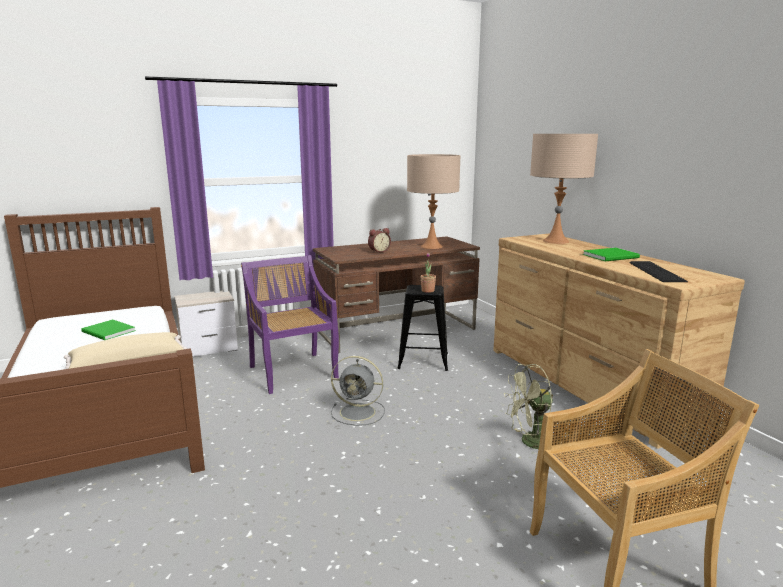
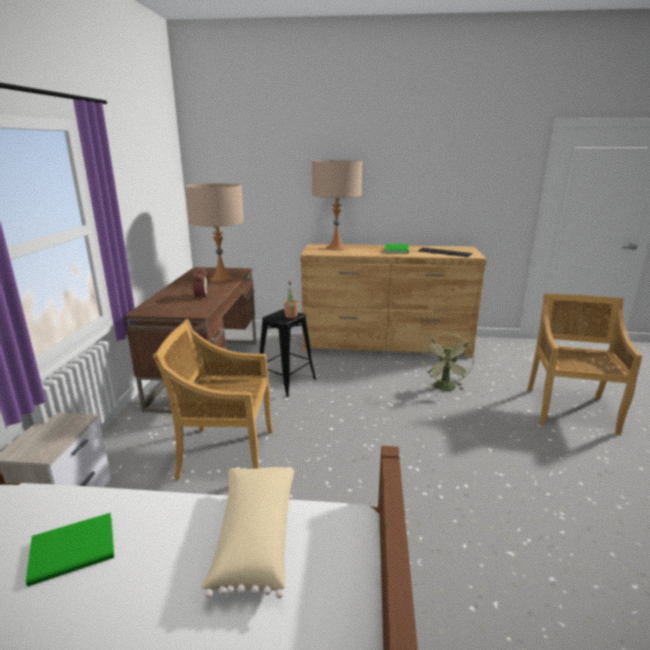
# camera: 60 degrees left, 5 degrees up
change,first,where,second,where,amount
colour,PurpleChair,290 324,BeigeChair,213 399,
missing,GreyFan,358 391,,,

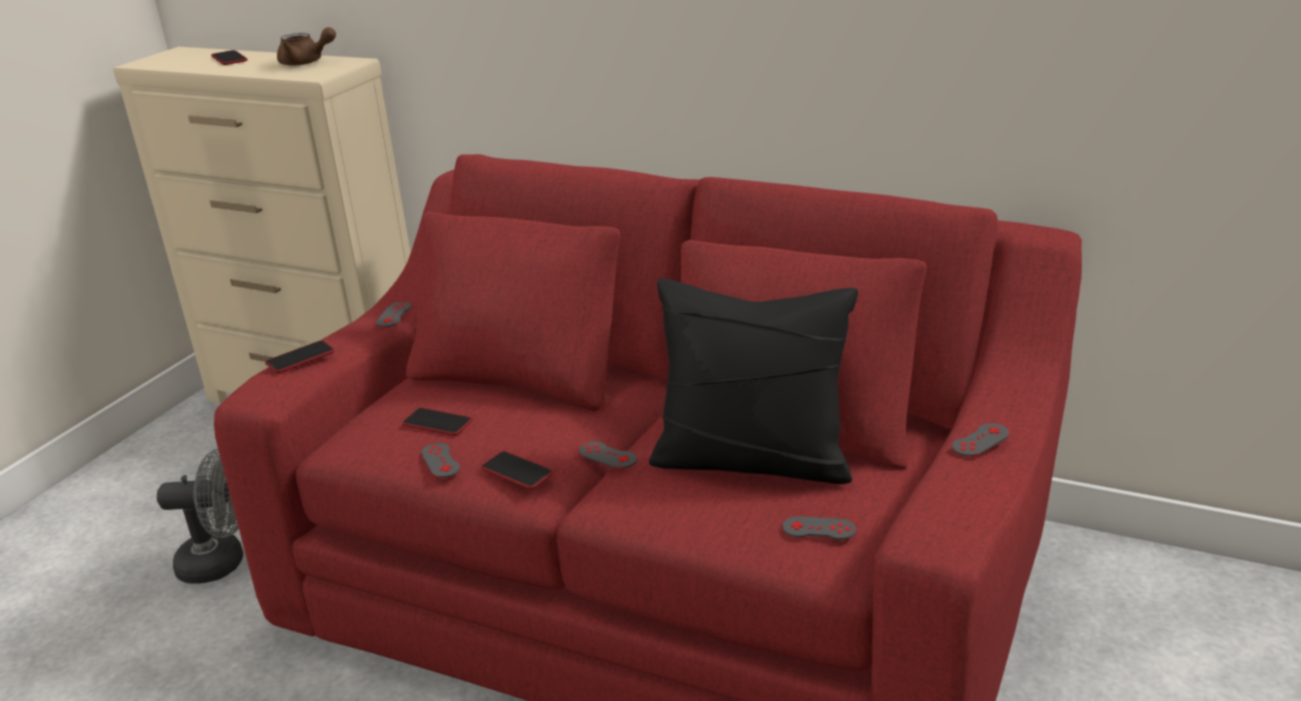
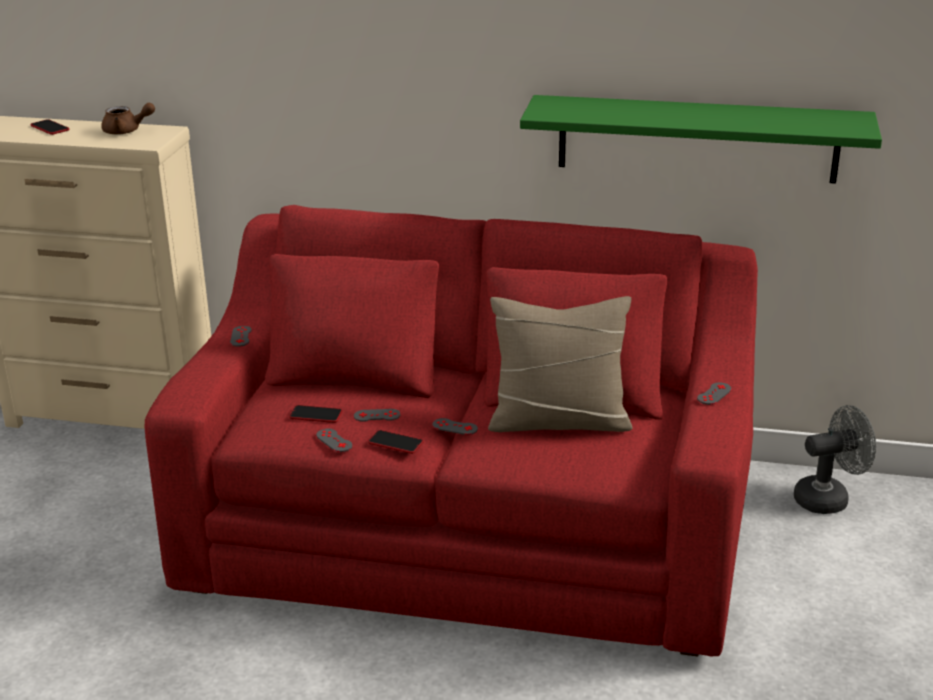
# camera: 15 degrees left, 0 degrees up
change,first,where,second,where,amount
relocated,GreyGameController,819 528,,377 415,
colour,BlackPillow,753 381,BeigePillow,560 364,
appeared,,,GreenShelf,701 139,
relocated,GreyFan,200 516,,835 459,
missing,Phone,300 357,,,

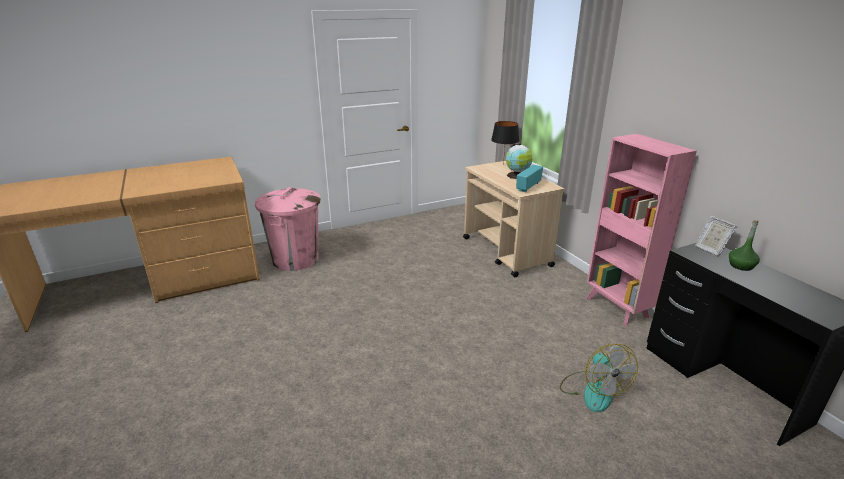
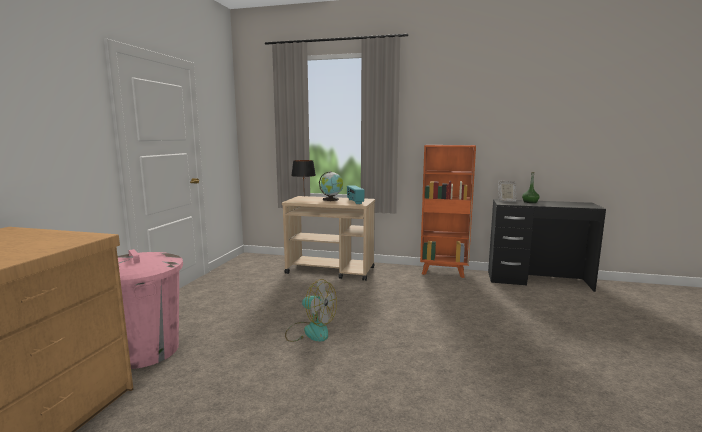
# camera: 50 degrees left, 15 degrees down
change,first,where,second,where,amount
relocated,Fan,599 378,,311 310,
colour,PinkBookcase,641 230,OrangeBookcase,448 211,

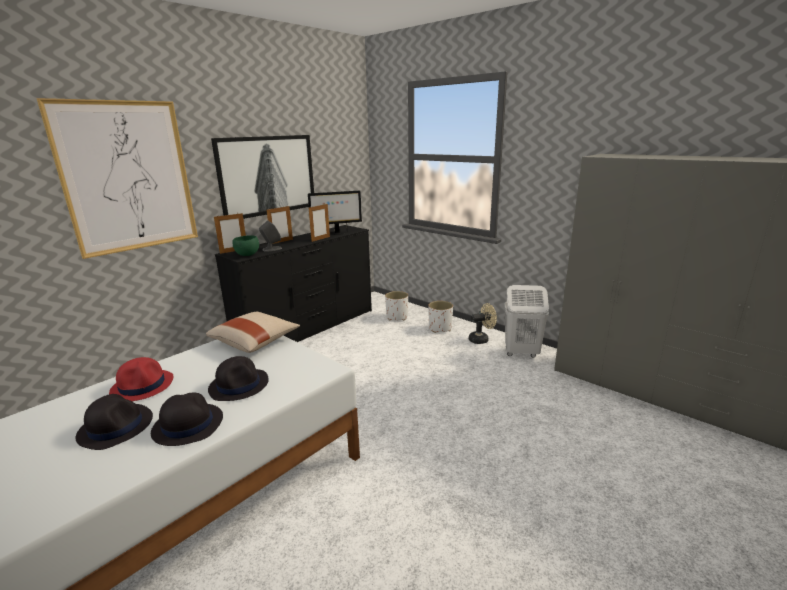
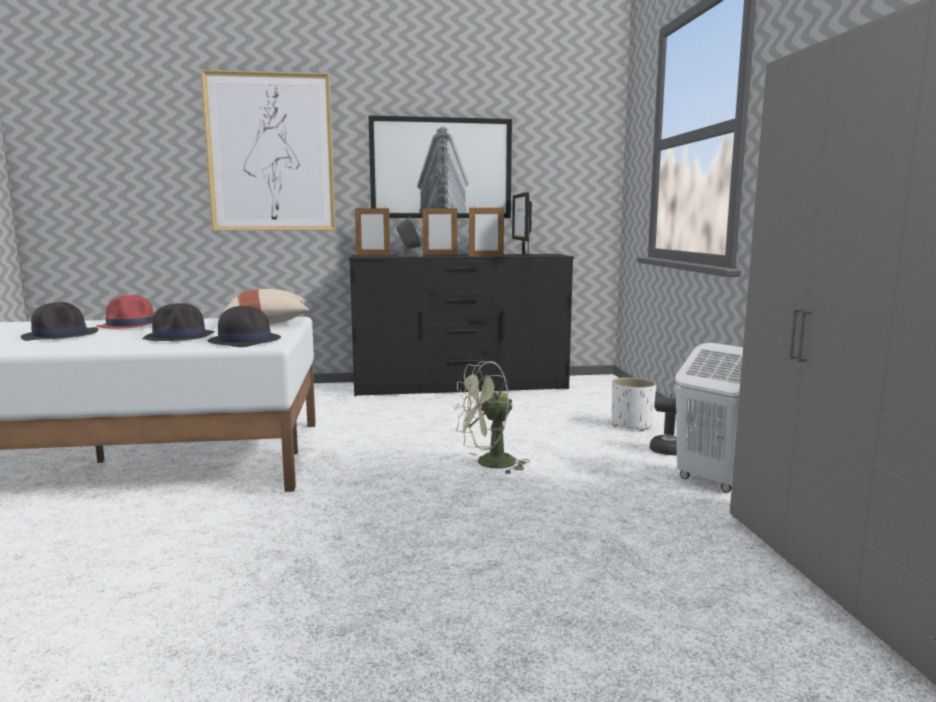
# camera: 40 degrees right, 10 degrees down
change,first,where,second,where,amount
relocated,BlackHat,187 419,,244 326,
appeared,,,GreenFan,491 418,
spun,Monitor,335 213,,522 224,60 degrees clockwise
missing,GreenBowl,245 245,,,
missing,WhitePlanter,396 306,,,

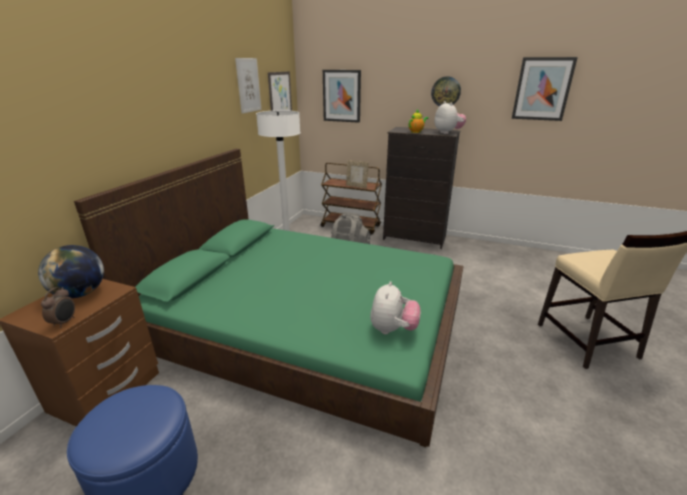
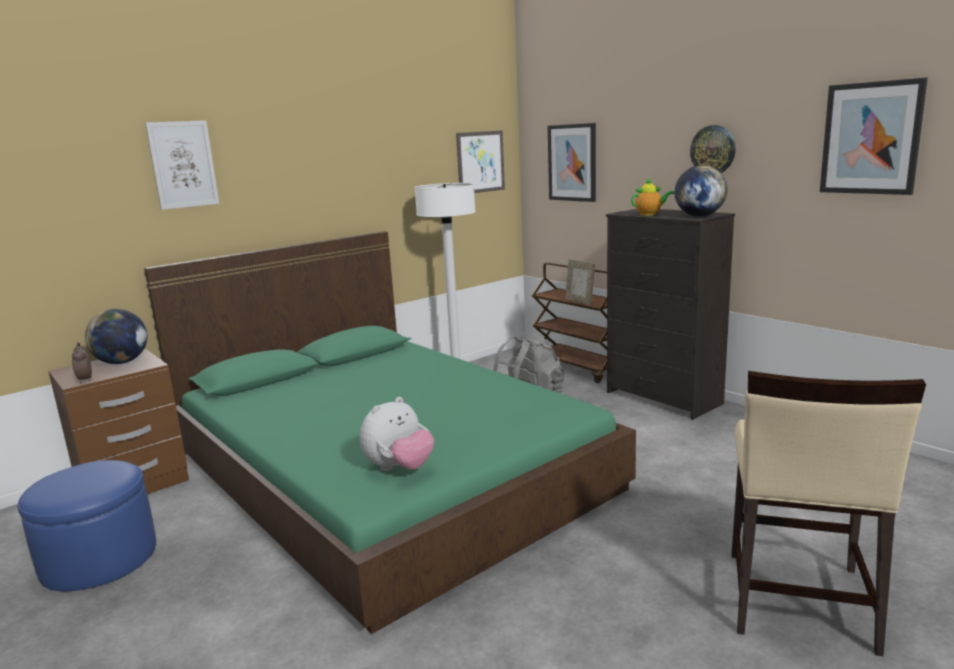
# camera: 30 degrees right, 10 degrees down
change,first,where,second,where,amount
spun,AlarmClock,58 307,,82 363,120 degrees clockwise
relocated,Picture,248 86,,182 165,
exchanged,PlushToy,450 117,Globe,701 190,

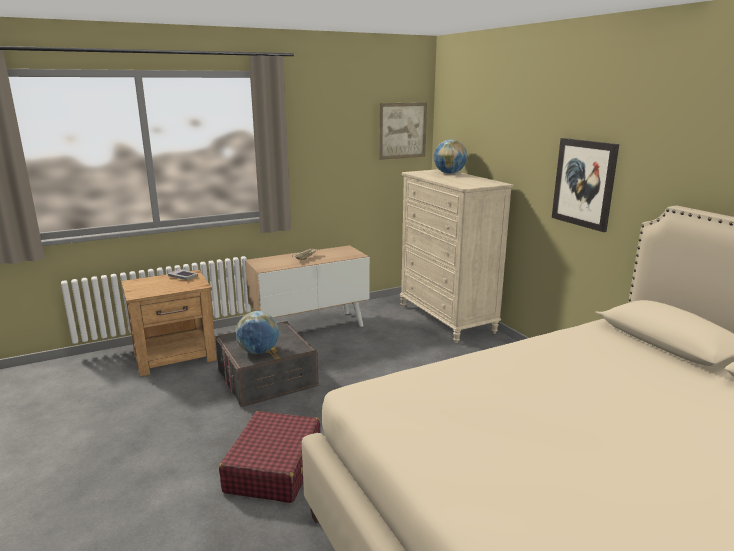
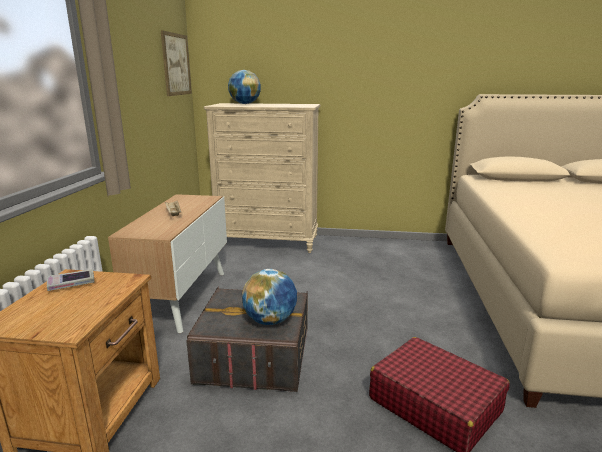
# camera: 55 degrees left, 0 degrees up
change,first,where,second,where,amount
missing,Picture,585 185,,,

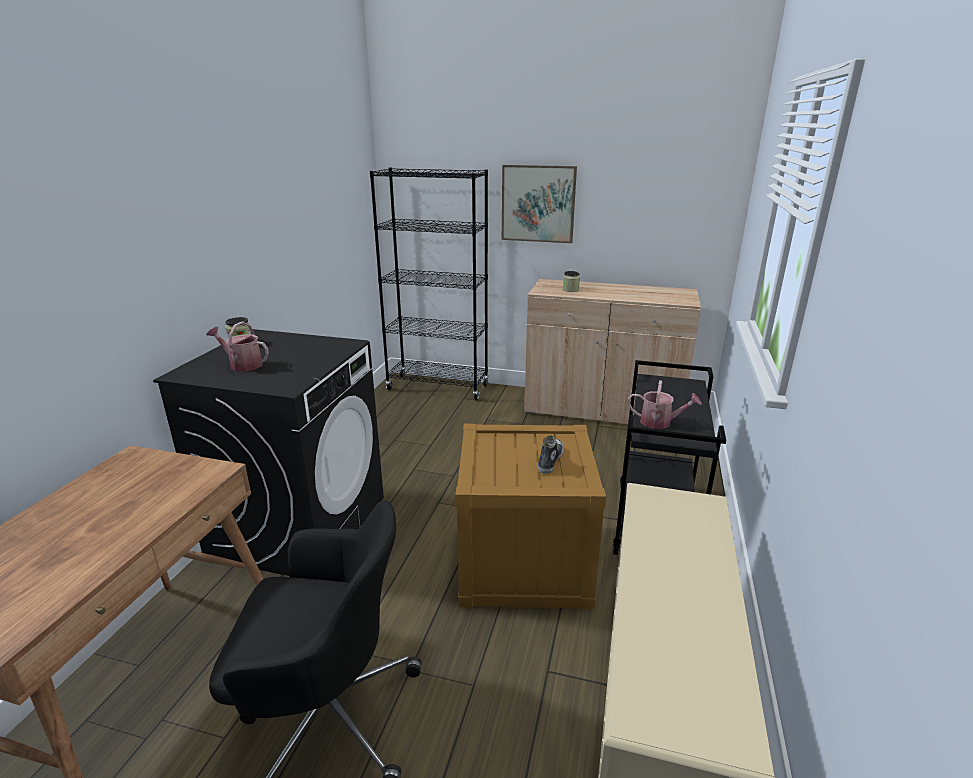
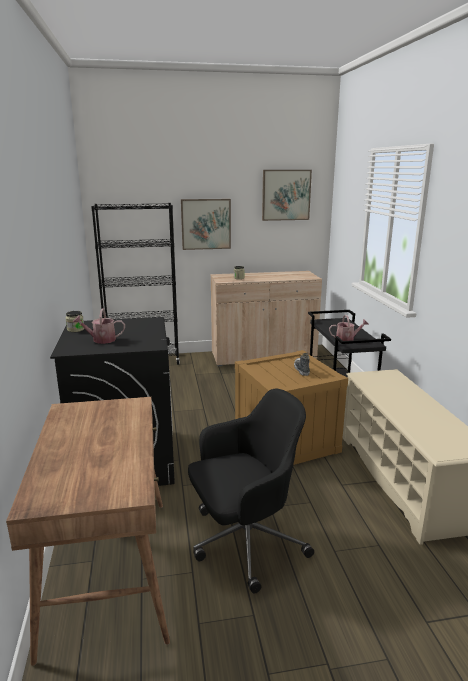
# camera: 25 degrees left, 5 degrees down
change,first,where,second,where,amount
appeared,,,Picture,287 195,

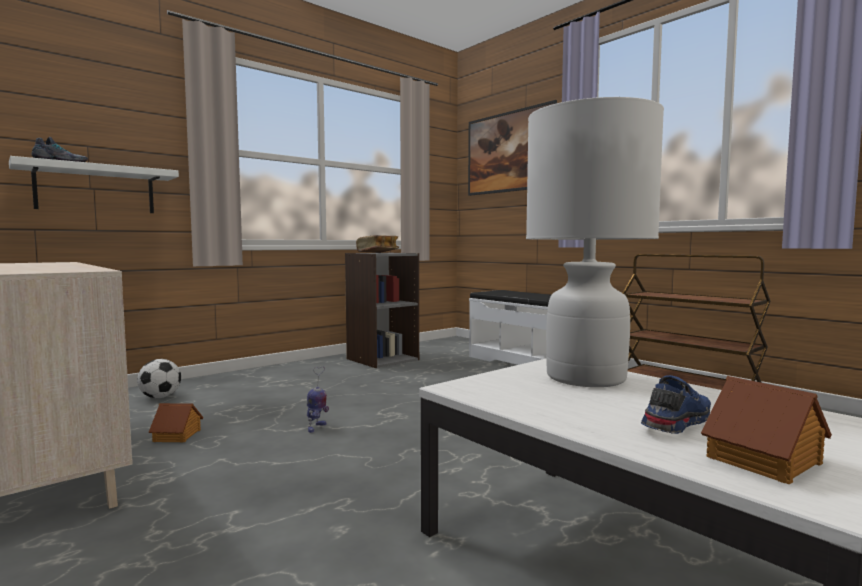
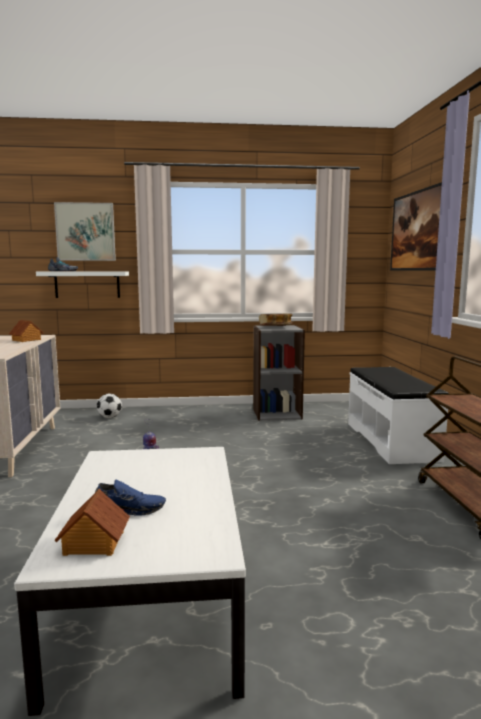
# camera: 35 degrees right, 5 degrees up
change,first,where,second,where,amount
relocated,ToyHouse,176 423,,26 331,
appeared,,,Picture,85 231,
missing,WhiteTableLamp,595 242,,,

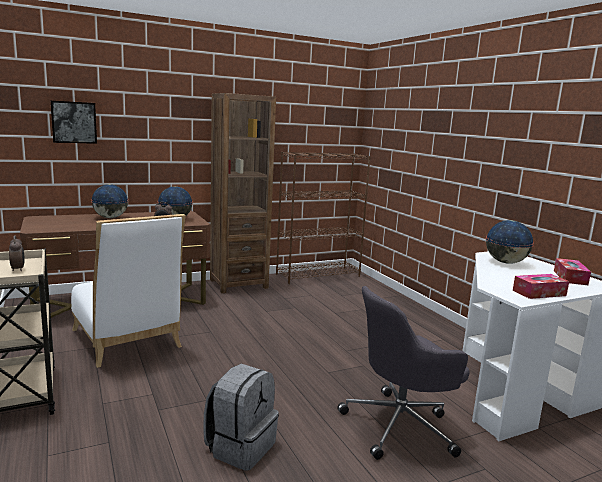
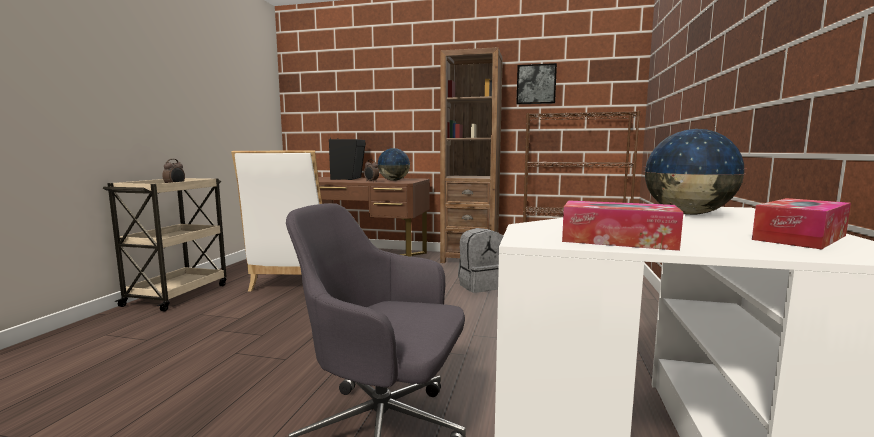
# camera: 40 degrees right, 5 degrees down
change,first,where,second,where,amount
exchanged,Globe,110 201,BlackSpeaker,347 159,
relocated,GreyBackpack,241 417,,480 260,
relocated,Picture,74 122,,536 83,

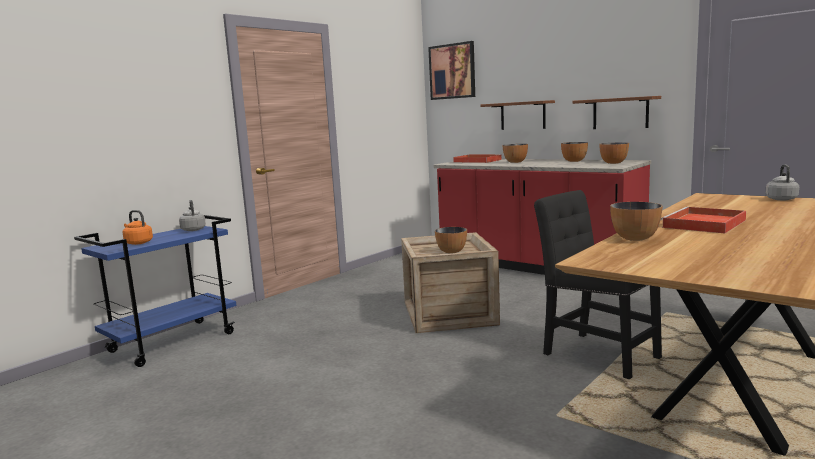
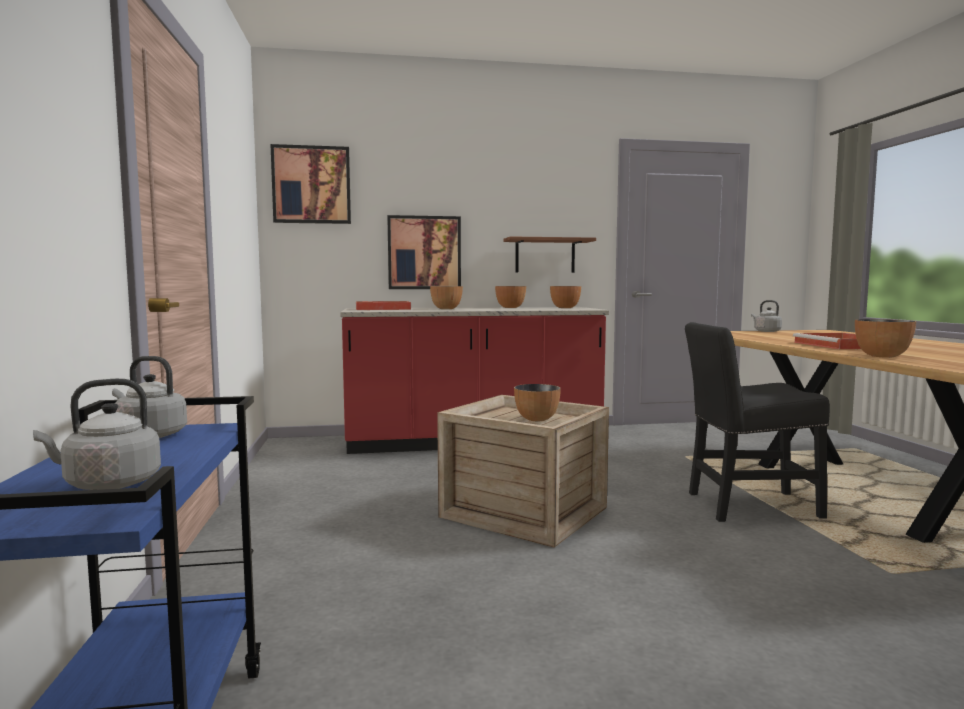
# camera: 50 degrees left, 5 degrees down
change,first,where,second,where,amount
colour,OrangeKettle,137 227,GreyKettle,97 434,
exchanged,Shelf,517 115,Picture,424 252,

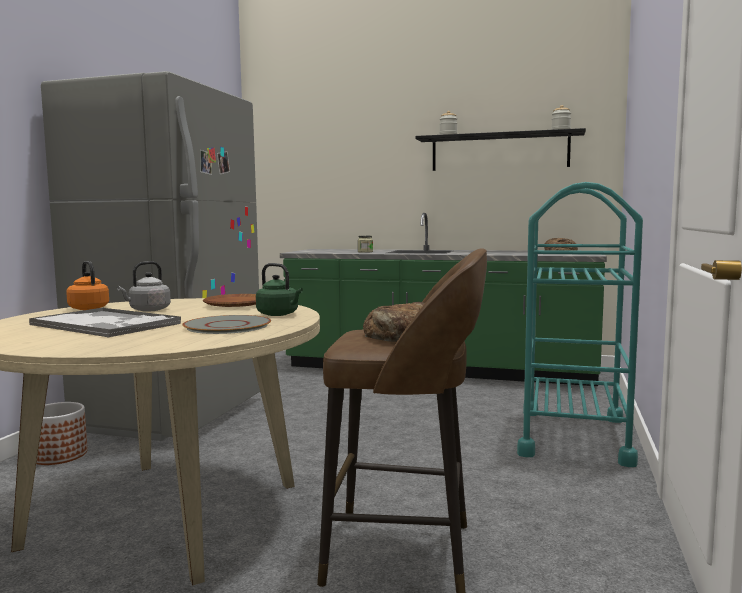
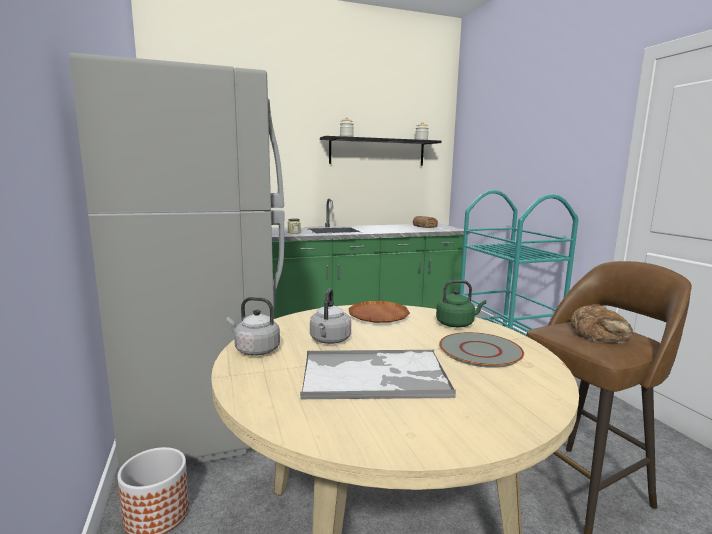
# camera: 35 degrees left, 5 degrees up
change,first,where,second,where,amount
colour,OrangeKettle,87 285,GreyKettle,253 326,

